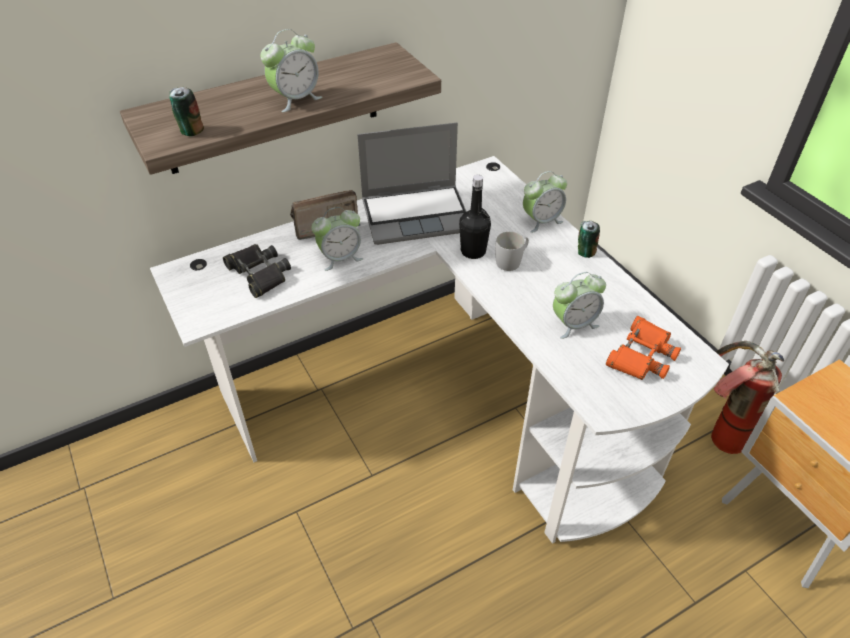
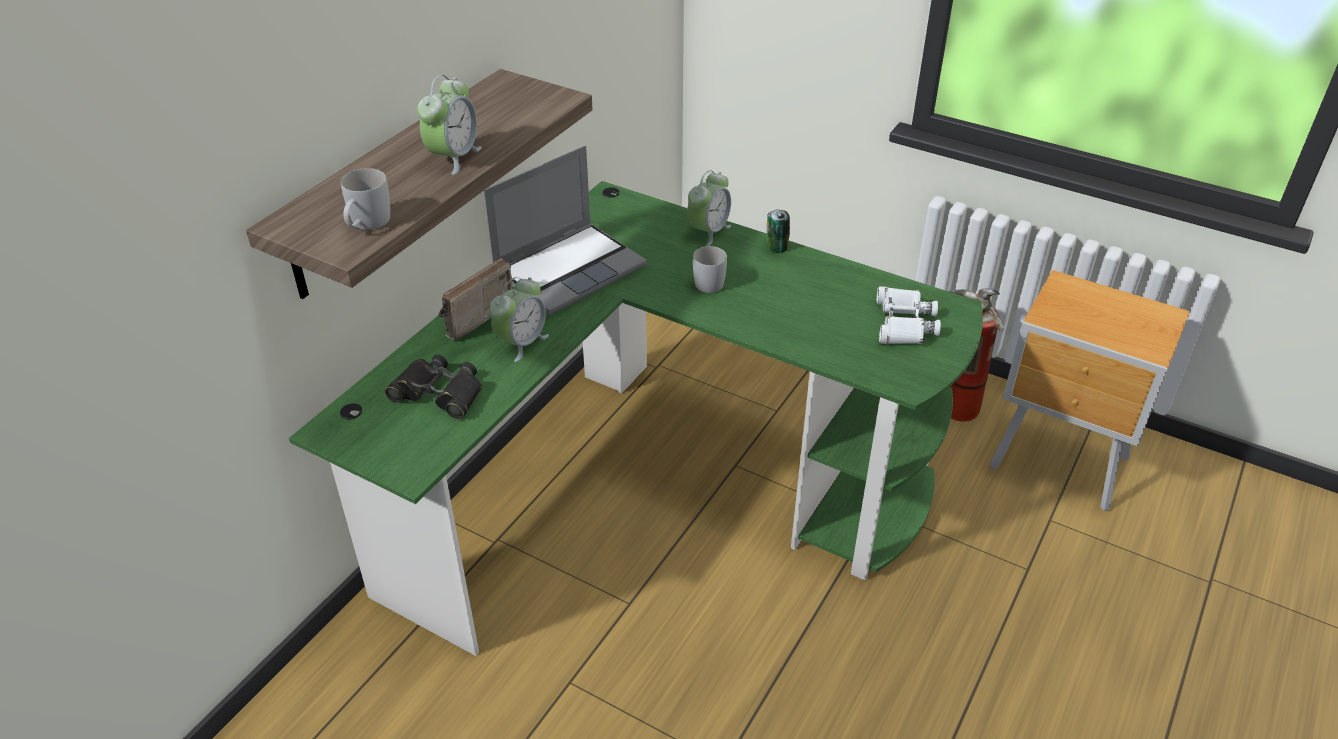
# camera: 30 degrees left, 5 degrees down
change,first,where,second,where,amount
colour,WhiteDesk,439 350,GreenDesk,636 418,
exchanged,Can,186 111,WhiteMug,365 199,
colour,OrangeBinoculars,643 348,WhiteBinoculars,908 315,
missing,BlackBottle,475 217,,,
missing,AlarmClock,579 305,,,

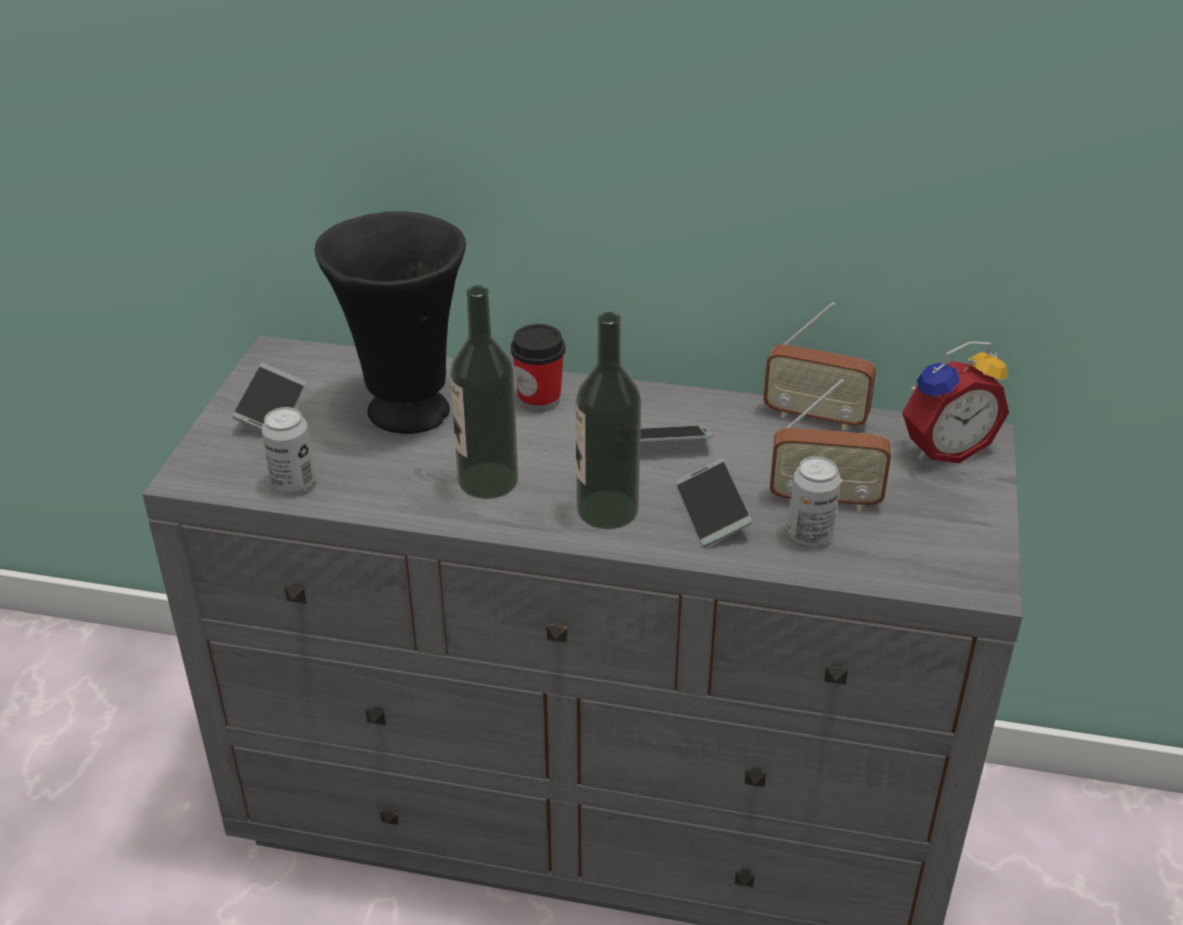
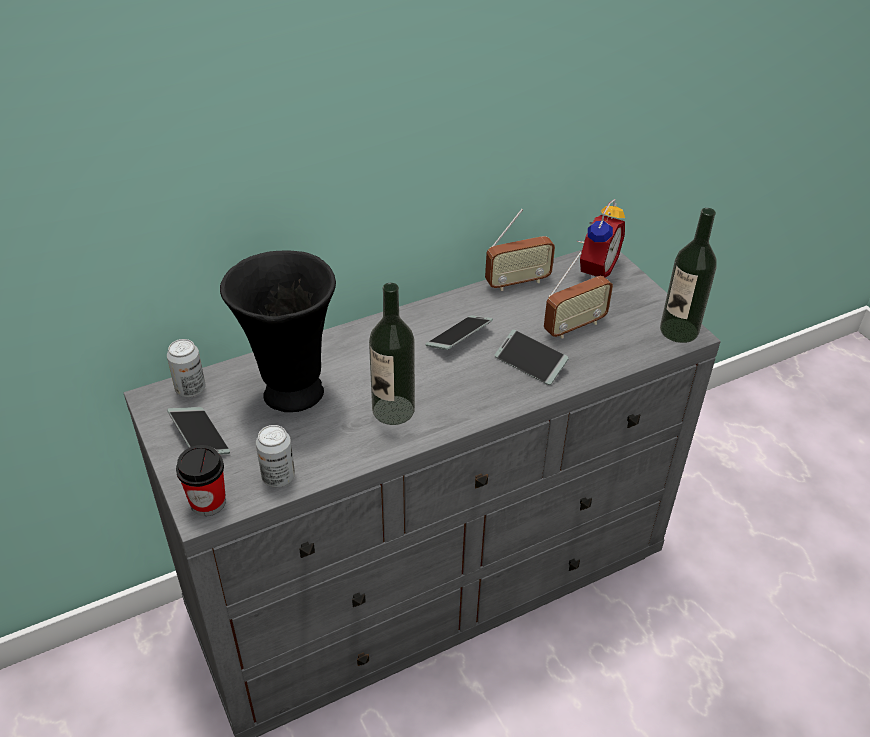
# camera: 40 degrees left, 5 degrees up
change,first,where,second,where,amount
relocated,Can,814 501,,186 368,
relocated,Cup,538 368,,201 480,
relocated,Bottle,608 420,,688 275,

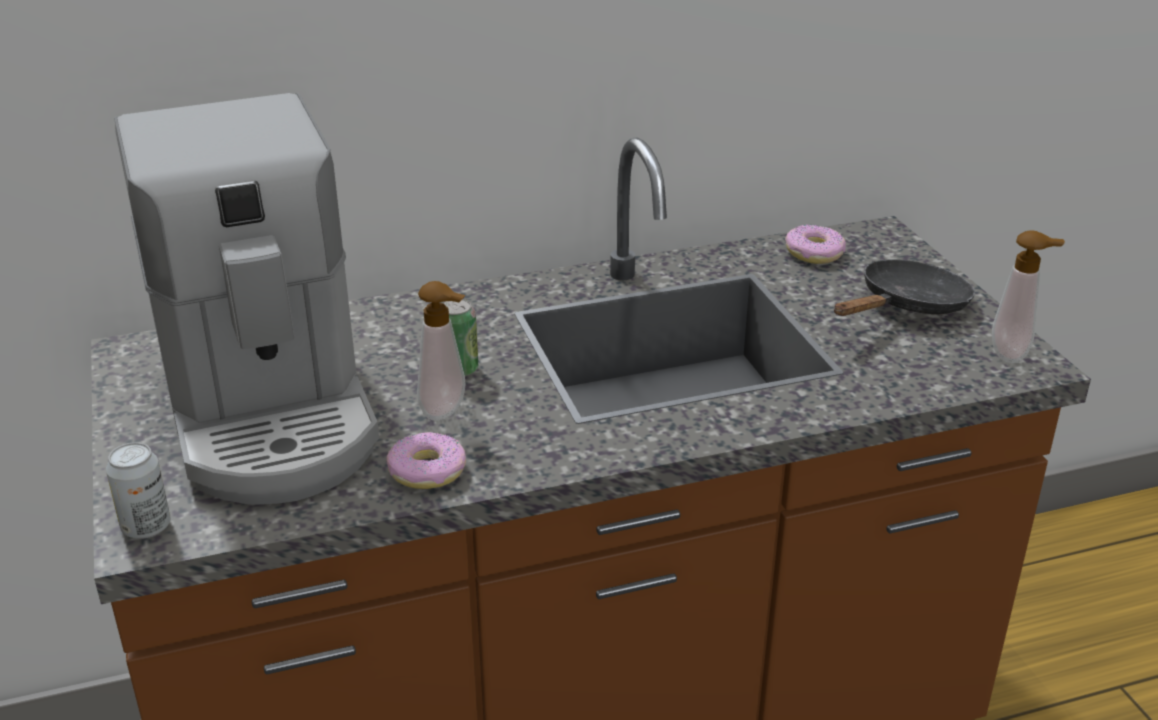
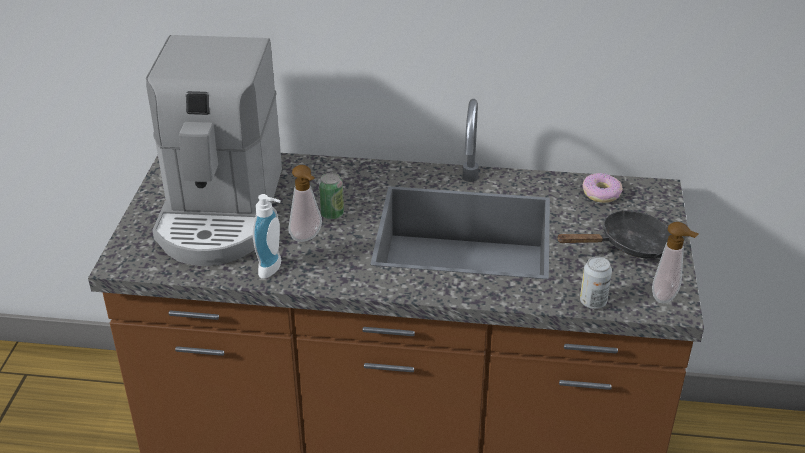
# camera: 25 degrees right, 5 degrees up
change,first,where,second,where,amount
exchanged,Donut,426 460,SoapDispenser,267 236,
relocated,Can,138 490,,596 282,

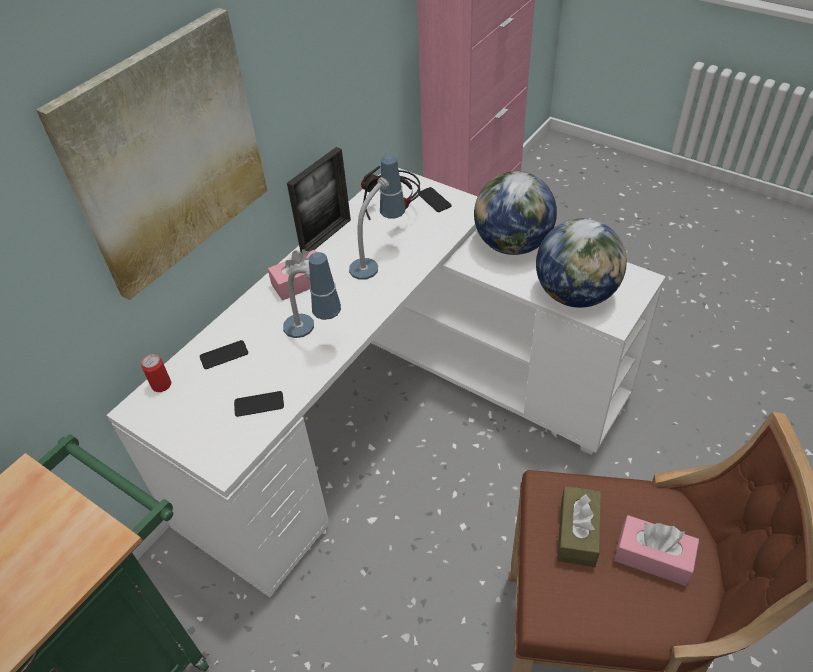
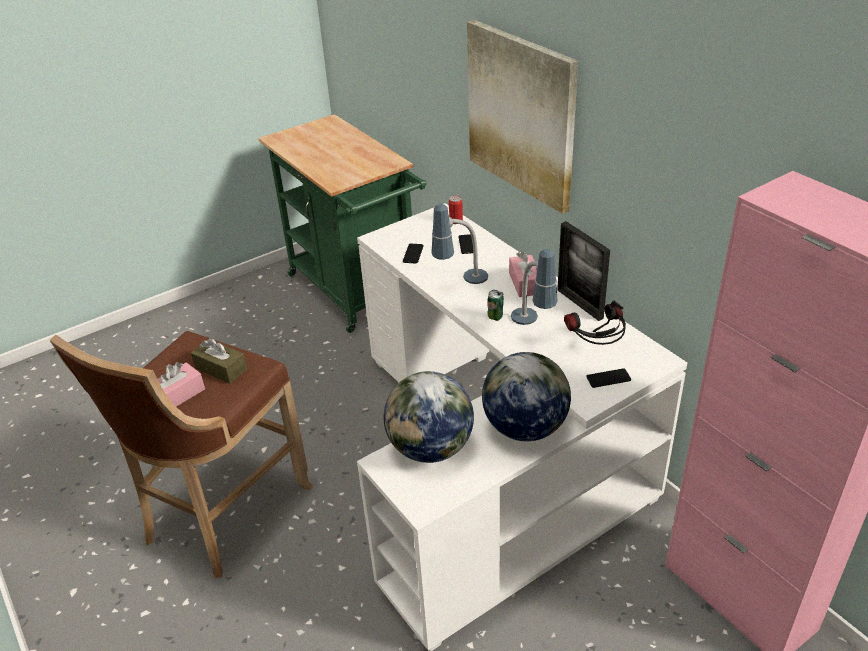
# camera: 110 degrees right, 10 degrees down
change,first,where,second,where,amount
appeared,,,Can,495 305,

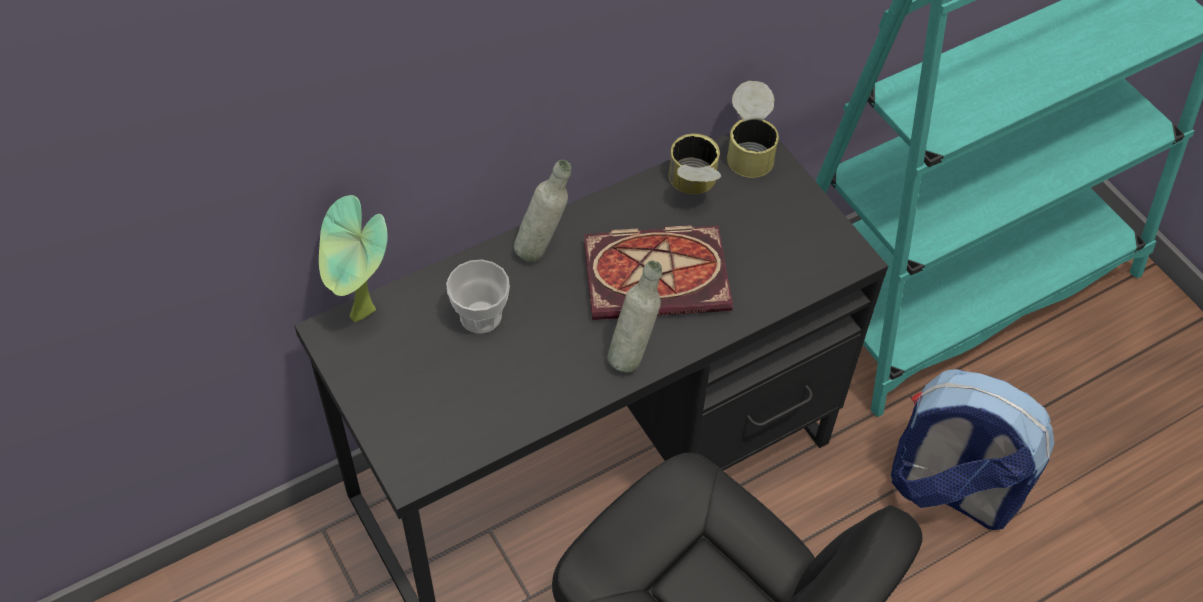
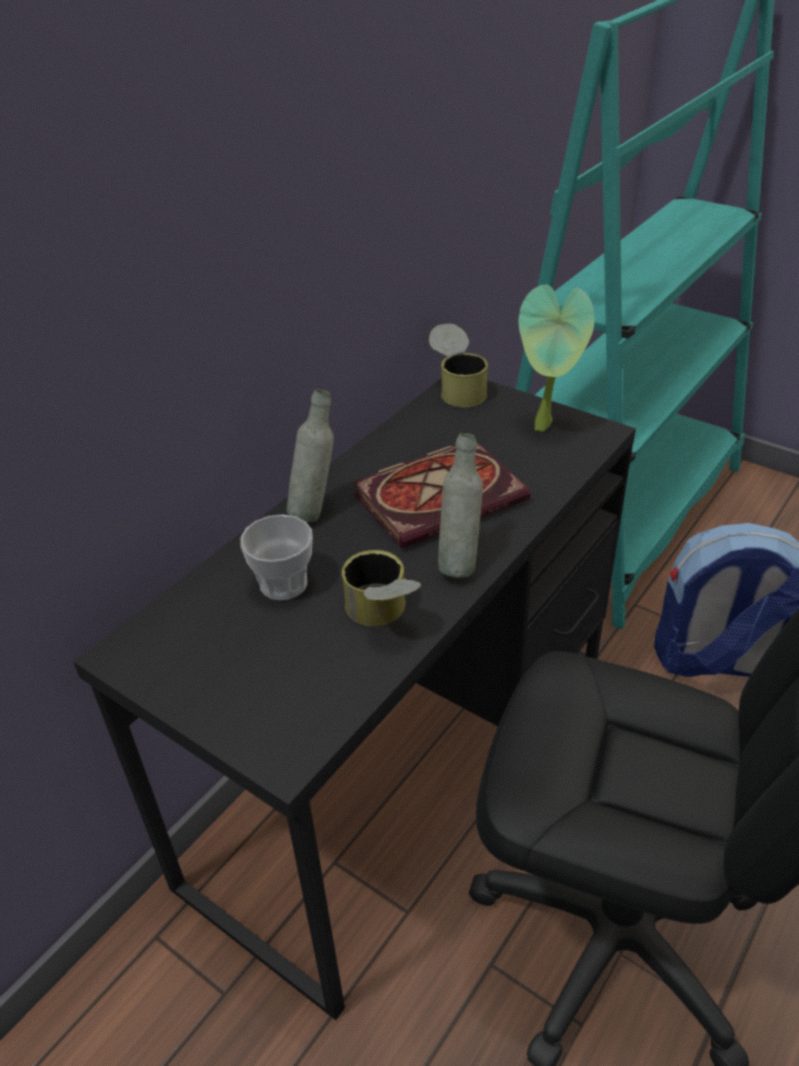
# camera: 20 degrees left, 15 degrees down
change,first,where,second,where,amount
relocated,Can,695 164,,381 588,
relocated,PottedPlant,353 258,,557 358,

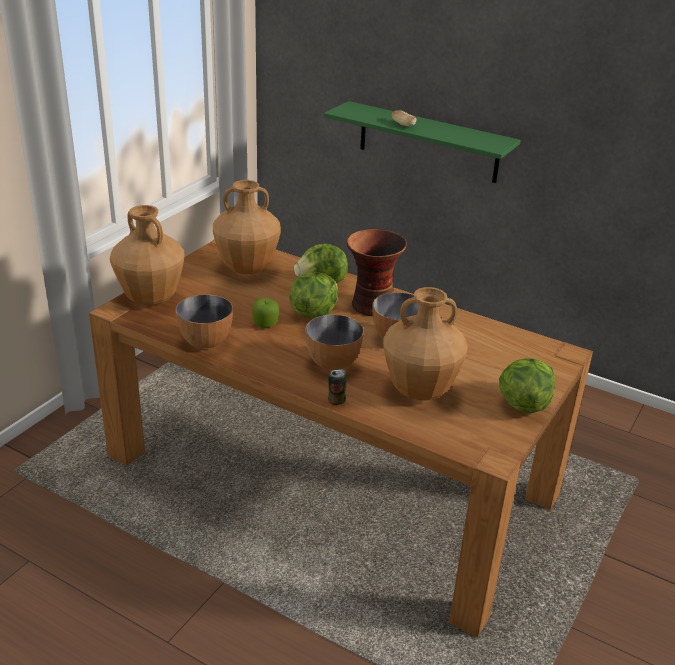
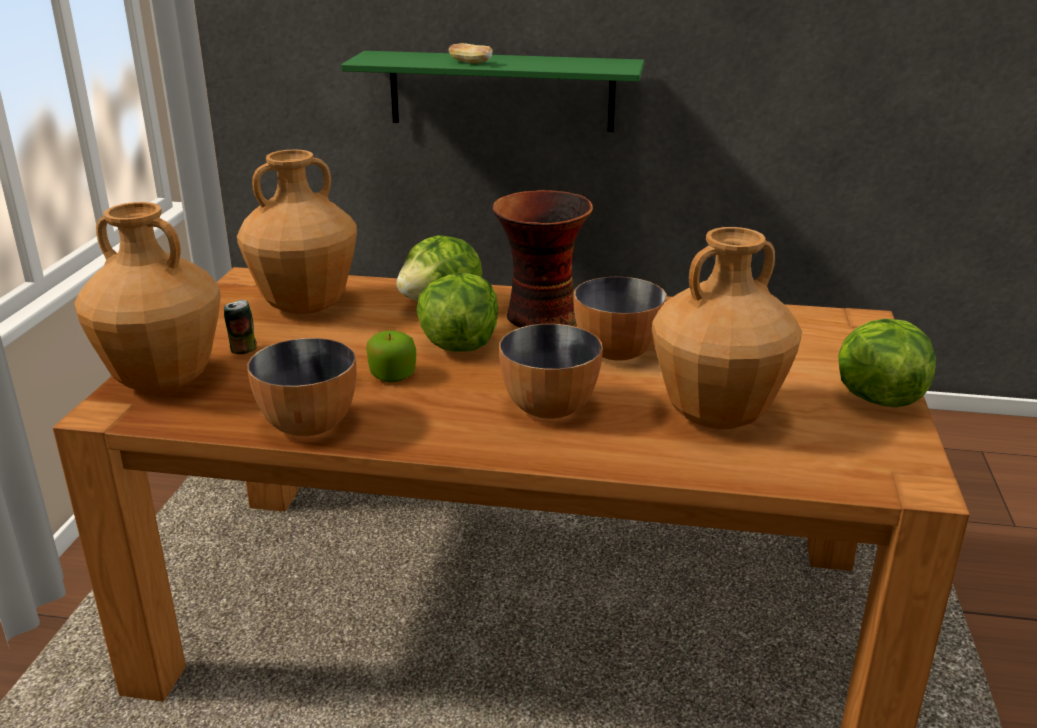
# camera: 20 degrees left, 5 degrees down
change,first,where,second,where,amount
relocated,Can,337 387,,240 327,

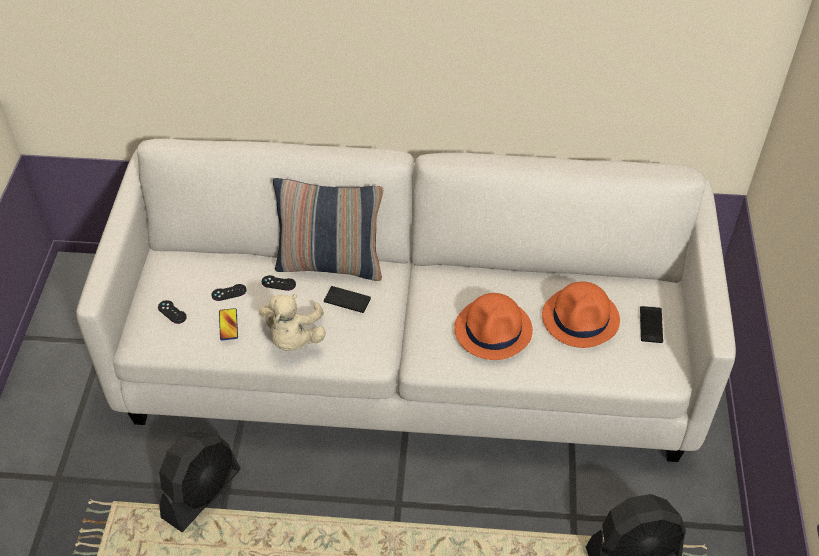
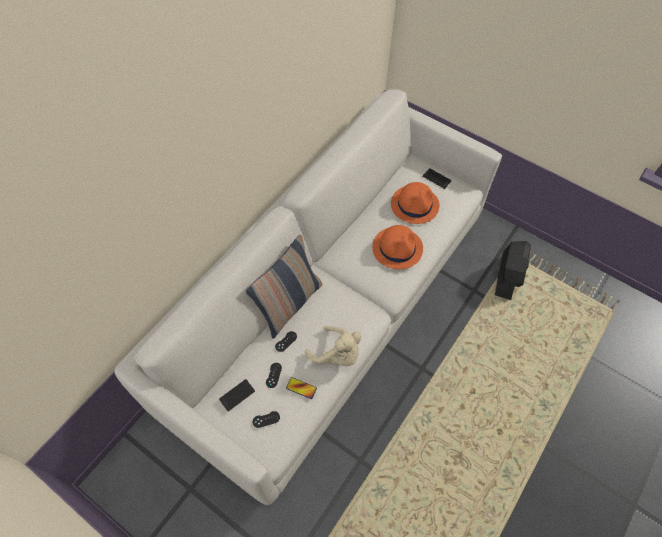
# camera: 60 degrees left, 10 degrees up
change,first,where,second,where,amount
relocated,Phone,347 299,,237 395,
missing,BlackFan,199 481,,,

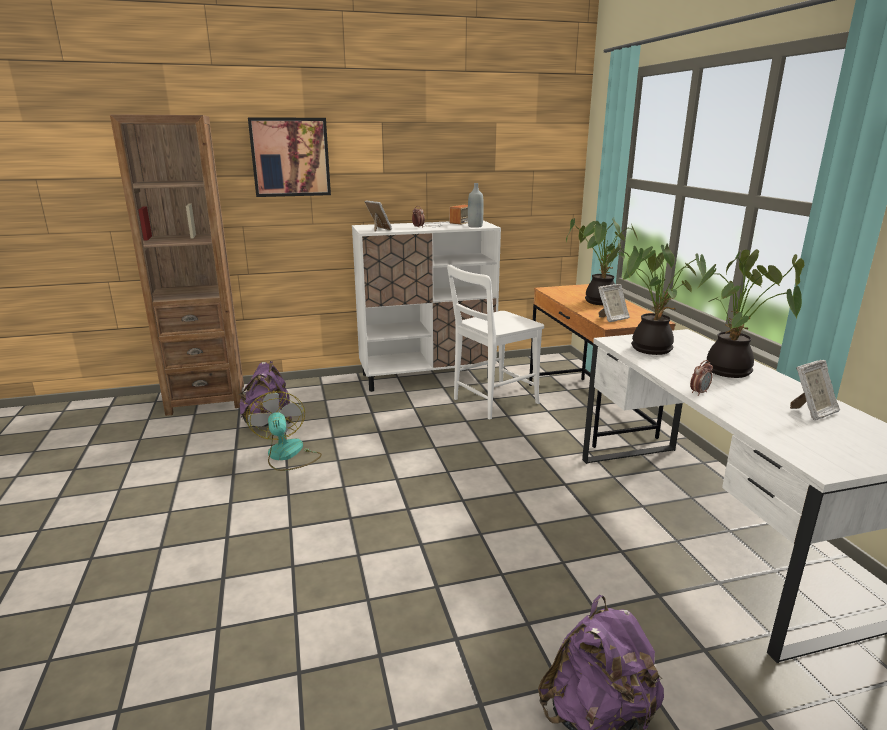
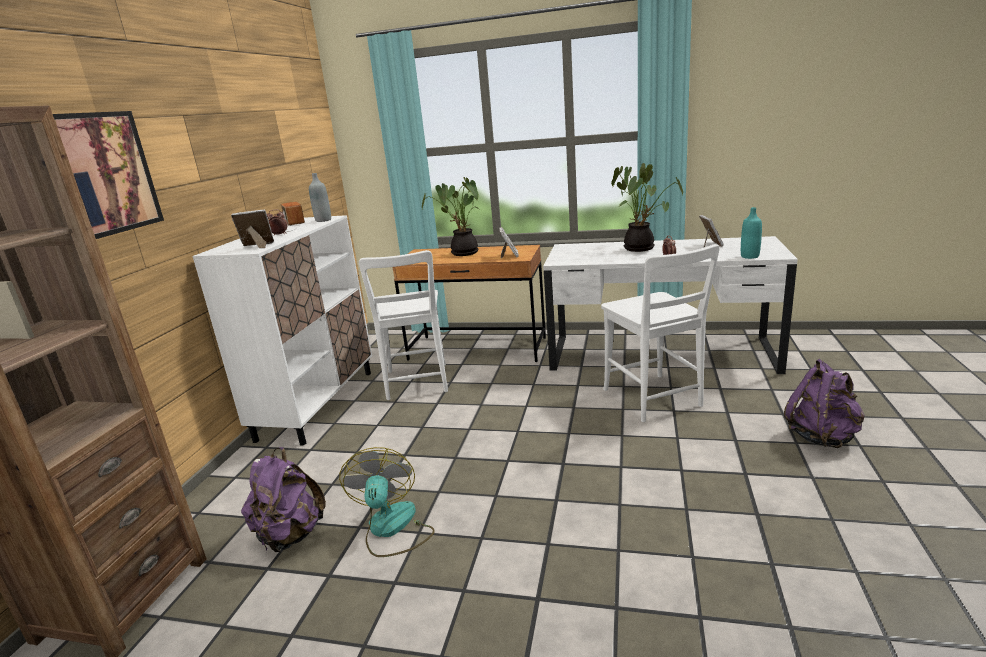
# camera: 60 degrees left, 0 degrees up
change,first,where,second,where,amount
spun,Fan,284 431,,387 502,75 degrees clockwise
appeared,,,WhiteChair,660 333,
appeared,,,TurquoiseBottle,751 233,
missing,PottedPlant,656 298,,,

